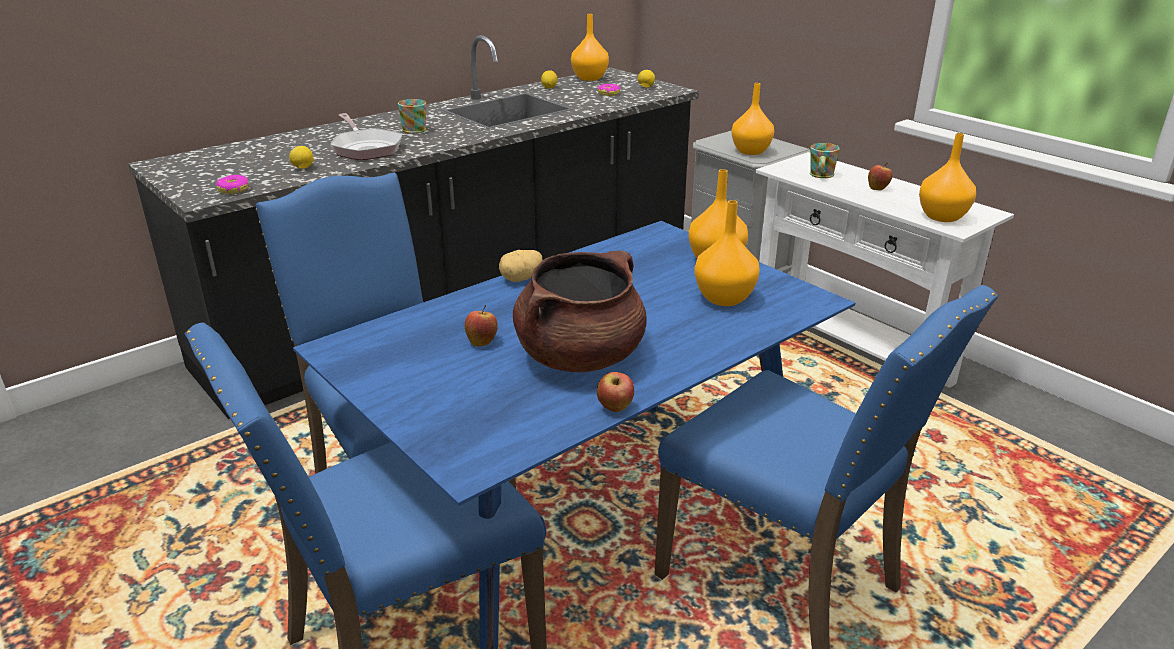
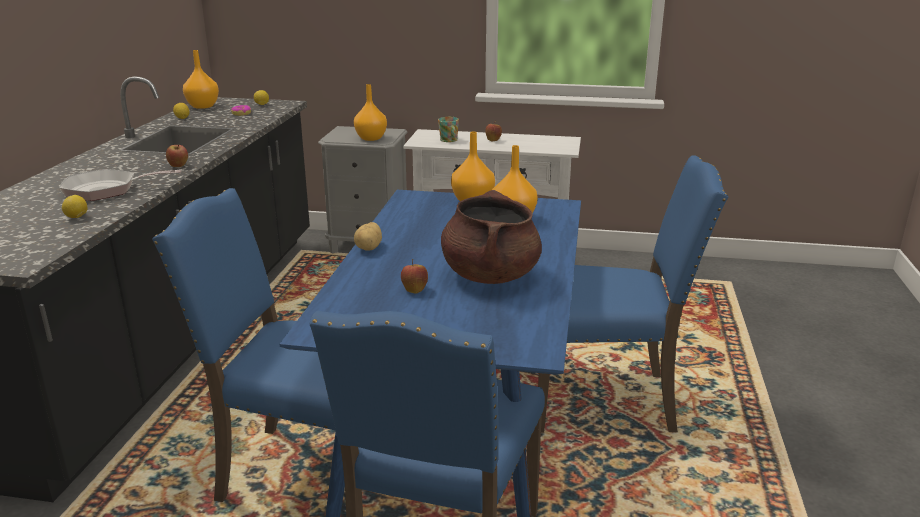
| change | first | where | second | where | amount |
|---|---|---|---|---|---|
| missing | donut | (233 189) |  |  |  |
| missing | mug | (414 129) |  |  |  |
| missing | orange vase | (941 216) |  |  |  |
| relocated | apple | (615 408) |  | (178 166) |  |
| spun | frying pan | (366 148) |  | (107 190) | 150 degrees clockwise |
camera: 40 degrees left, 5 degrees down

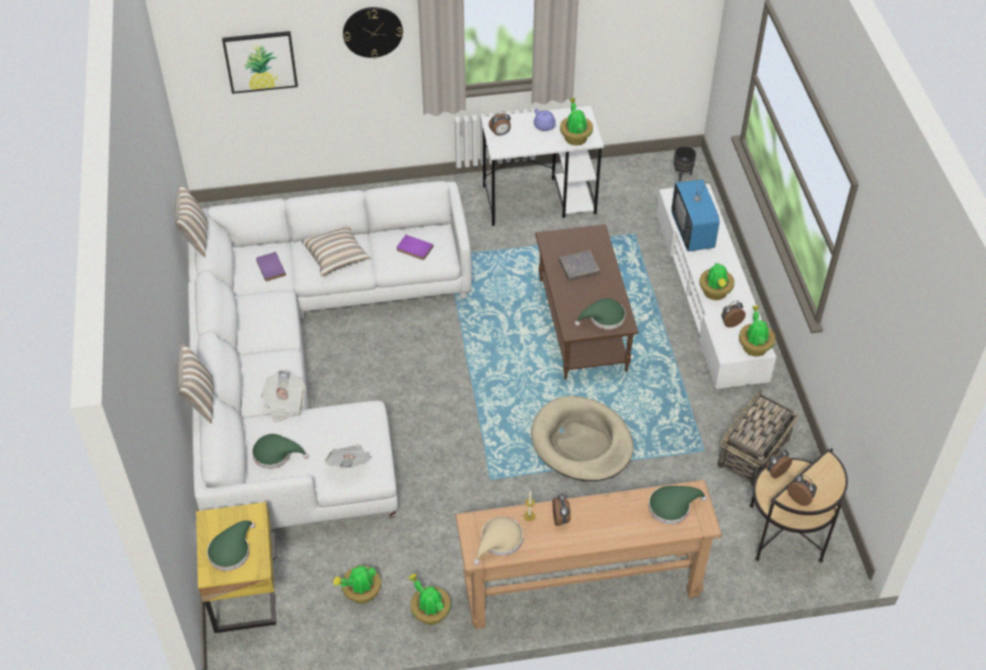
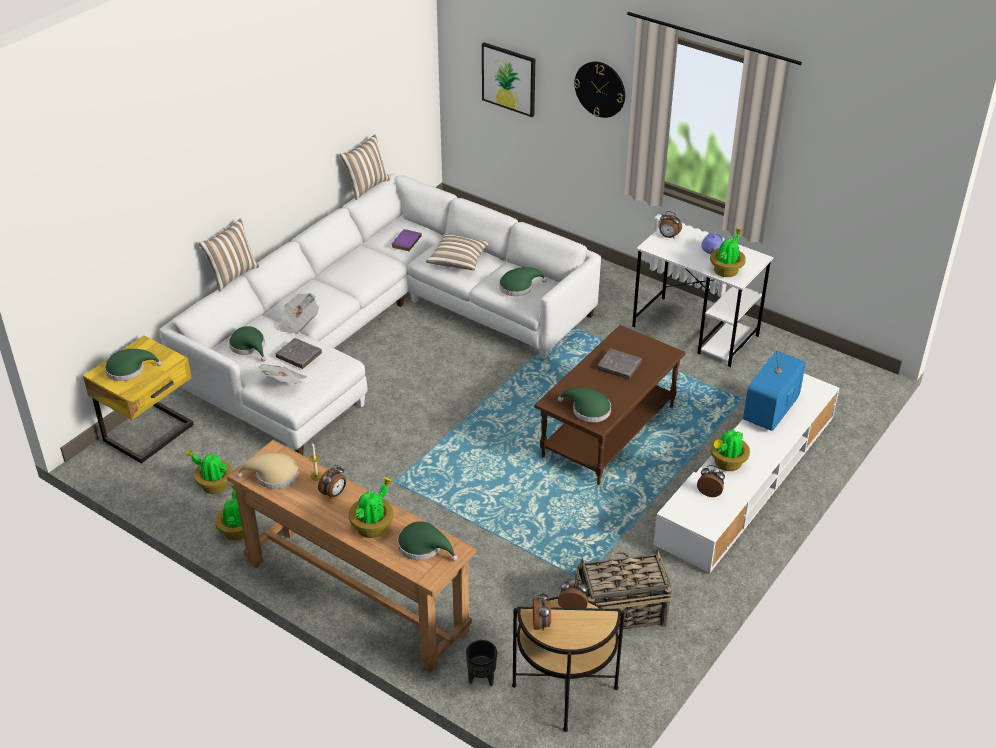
| change | first | where | second | where | amount |
|---|---|---|---|---|---|
| missing | beige dog bed | (581 442) |  |  |  |
| appeared |  |  | grey book | (299 355) |  |
| relocated | black planter | (682 175) |  | (482 679) |  |
| relocated | potted plant | (754 346) |  | (373 527) |  |
| exchanged | purple book | (414 249) | green hat | (518 287) |  |
camera: 45 degrees right, 10 degrees down

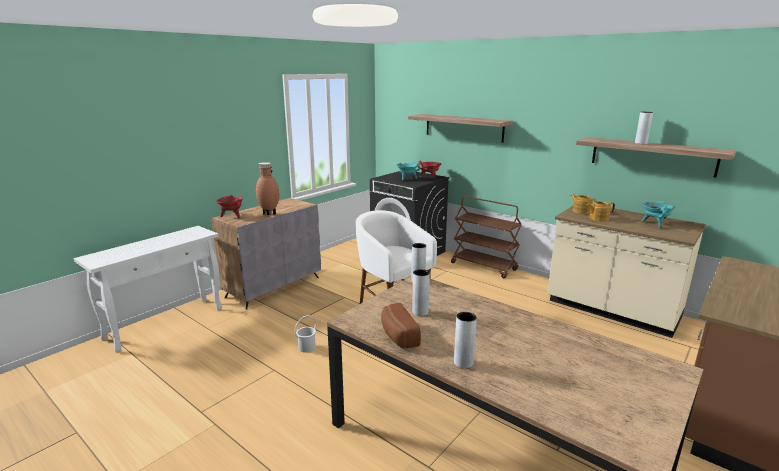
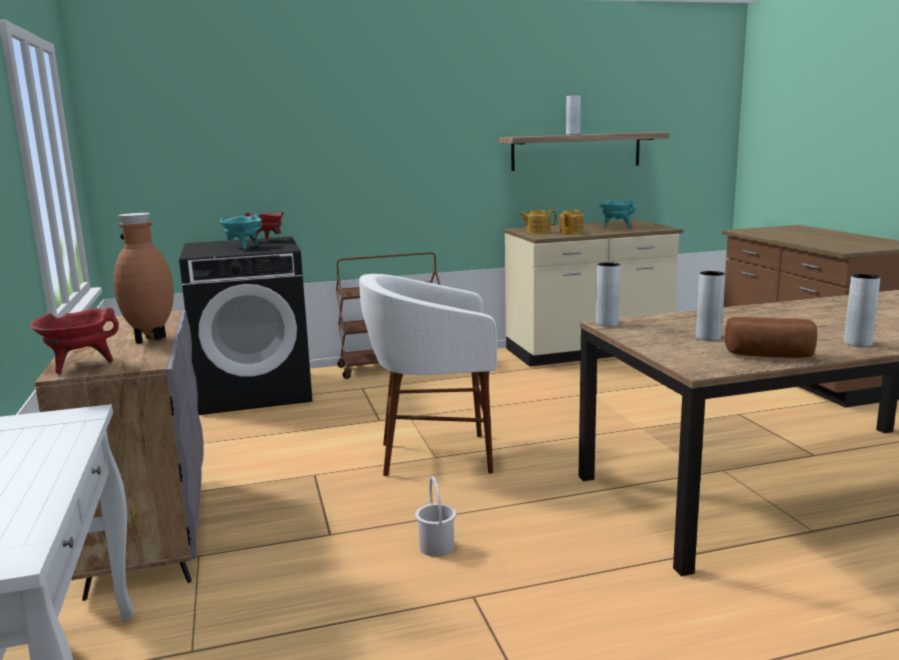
| change | first | where | second | where | amount |
|---|---|---|---|---|---|
| missing | shelf | (463 127) |  |  |  |
camera: 55 degrees left, 5 degrees down

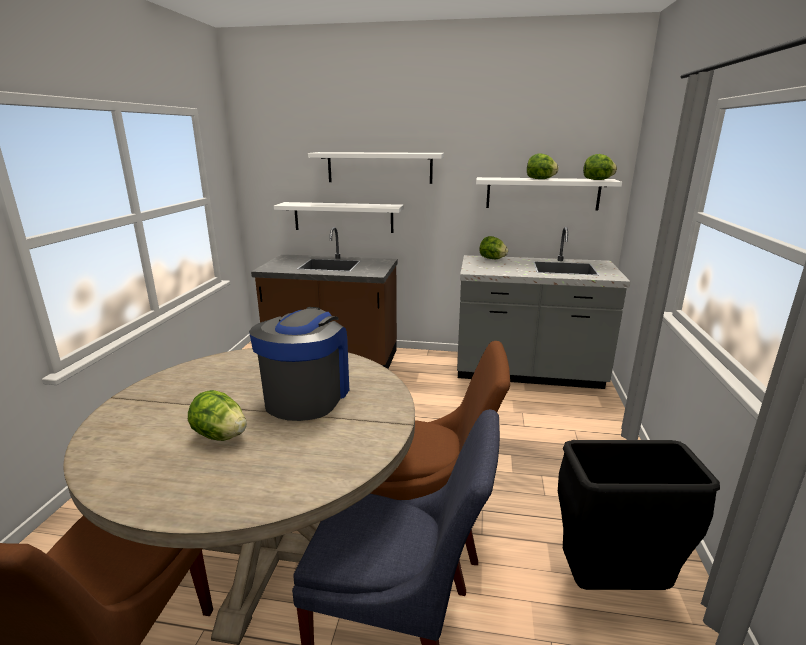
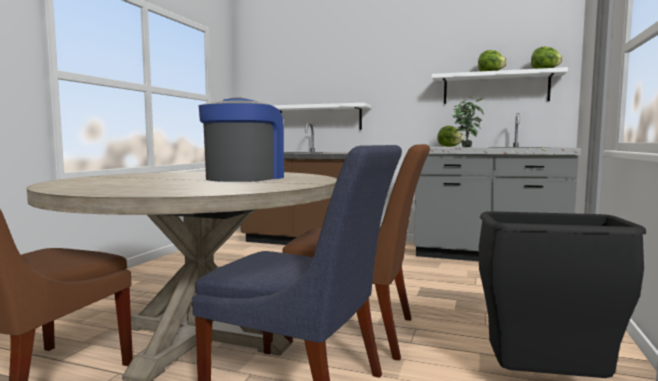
| change | first | where | second | where | amount |
|---|---|---|---|---|---|
| missing | lettuce | (220 436) |  |  |  |
| missing | white shelf | (379 167) |  |  |  |
| appeared |  |  | potted plant | (466 147) |  |
camera: 10 degrees right, 15 degrees down

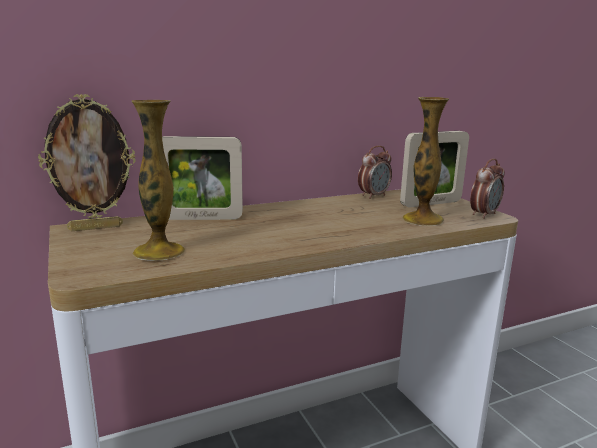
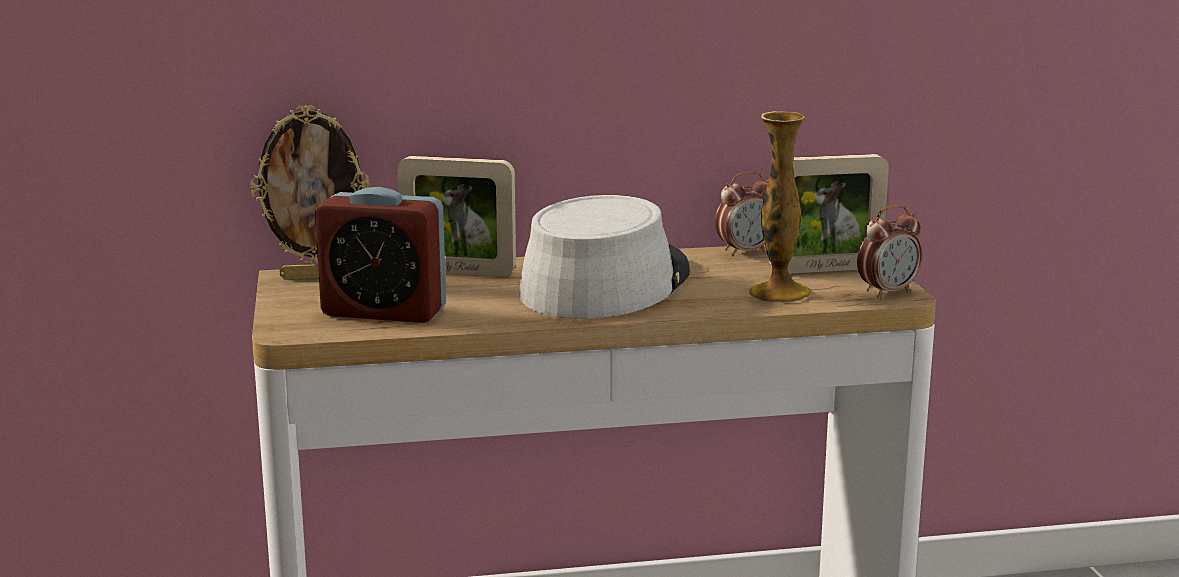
| change | first | where | second | where | amount |
|---|---|---|---|---|---|
| appeared |  |  | grey hat | (604 283) |  |
| exchanged | vase | (159 252) | alarm clock | (384 312) |  |
camera: 15 degrees right, 0 degrees up

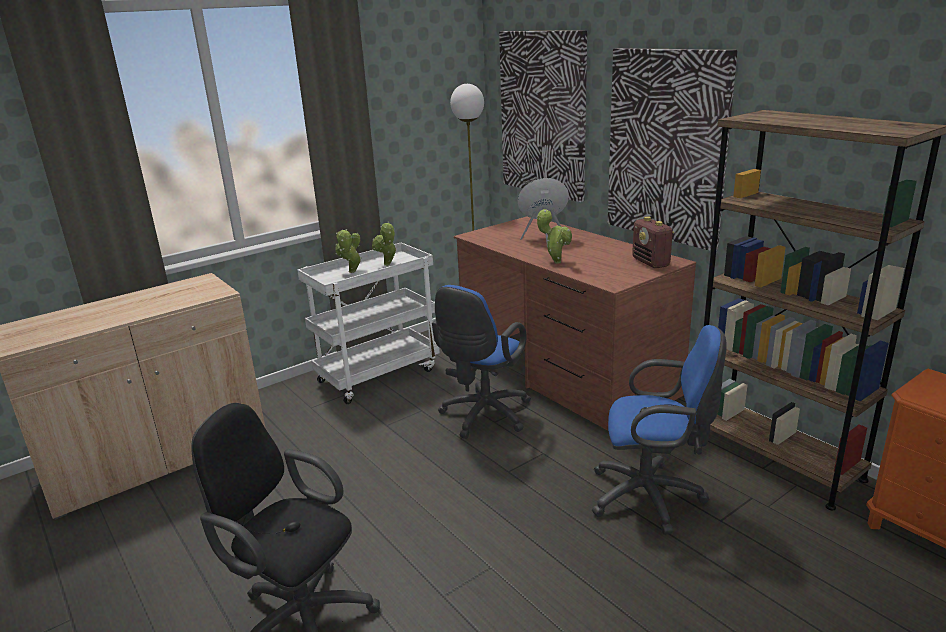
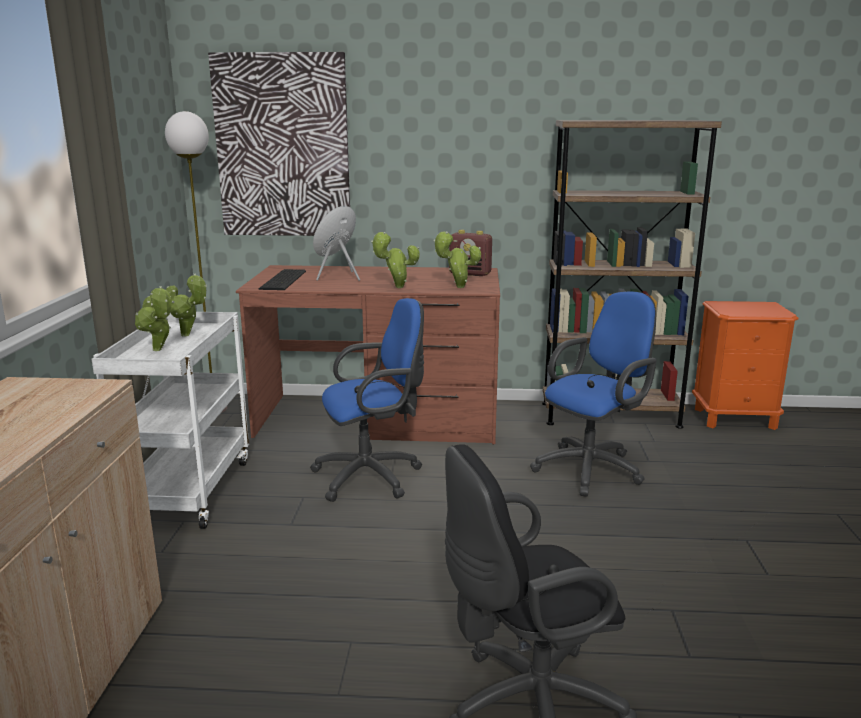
| change | first | where | second | where | amount |
|---|---|---|---|---|---|
| missing | picture | (666 147) |  |  |  |
| appeared |  |  | keyboard | (285 280) |  |
| appeared |  |  | potted plant | (457 287) |  |
| spun | blue office chair | (483 417) |  | (373 476) | 90 degrees counterclockwise |
camera: 50 degrees left, 5 degrees down

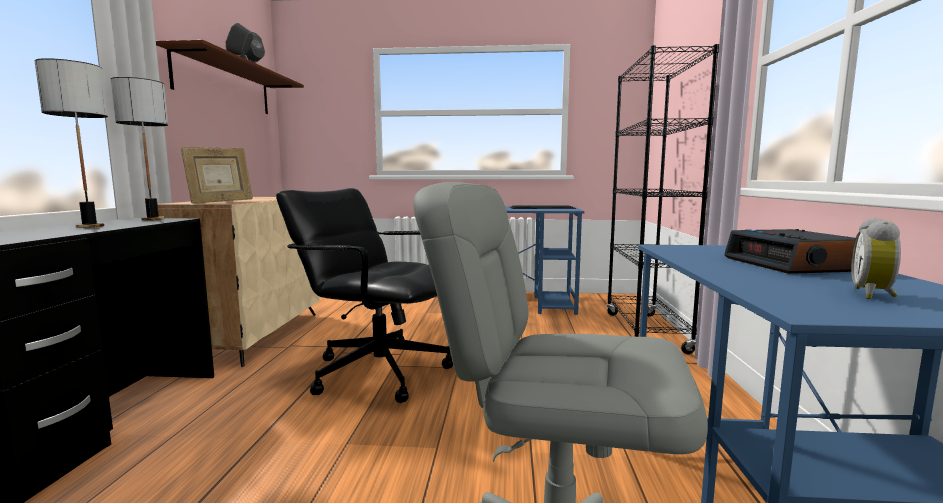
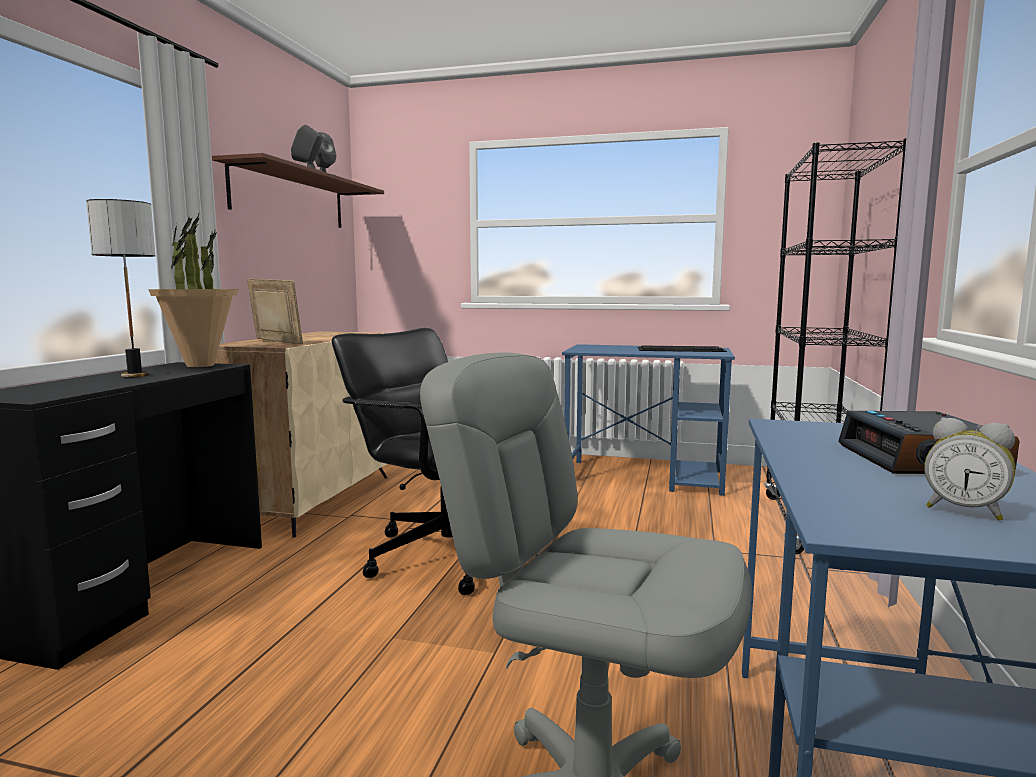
| change | first | where | second | where | amount |
|---|---|---|---|---|---|
| exchanged | table lamp | (152 219) | potted plant | (200 365) |  |
| spun | picture frame | (221 202) |  | (276 343) | 105 degrees counterclockwise |
| spun | alarm clock | (874 295) |  | (964 511) | 90 degrees counterclockwise |
camera: 10 degrees right, 0 degrees up

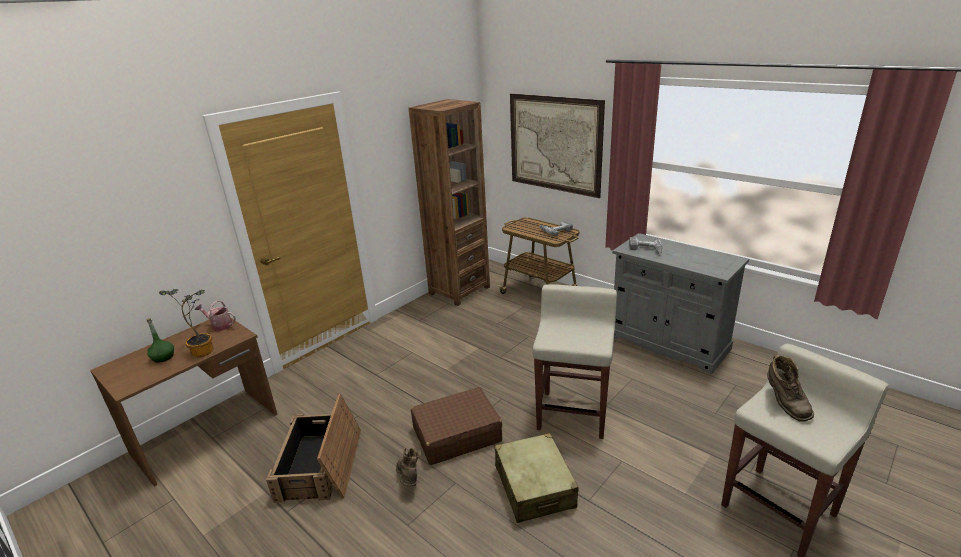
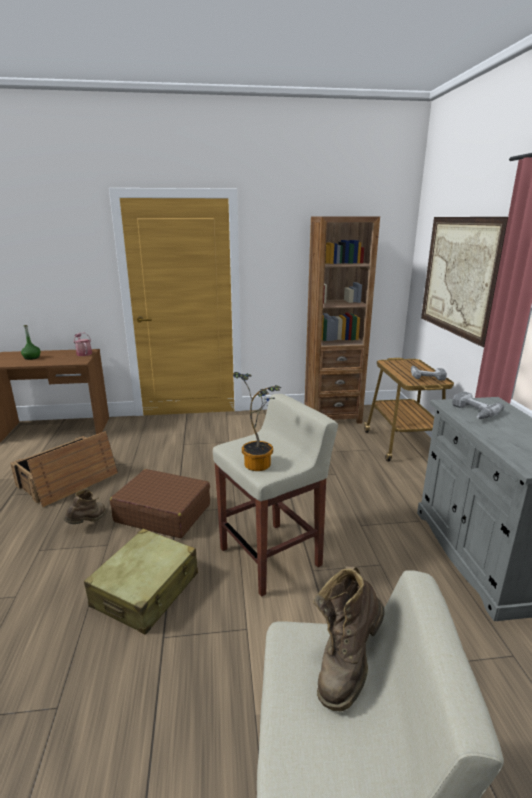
| change | first | where | second | where | amount |
|---|---|---|---|---|---|
| relocated | potted plant | (203 350) |  | (259 462) |  |
camera: 40 degrees right, 5 degrees down

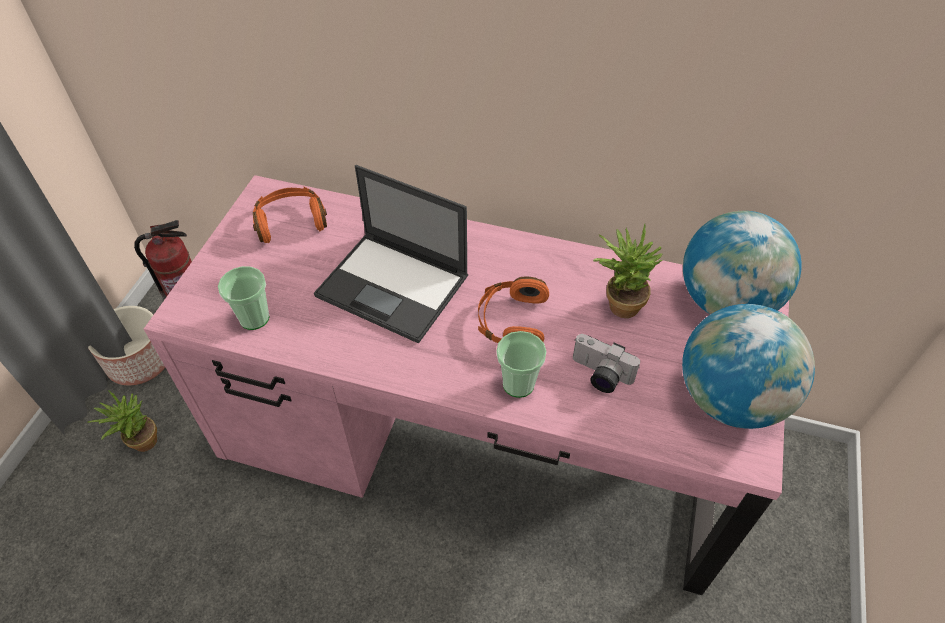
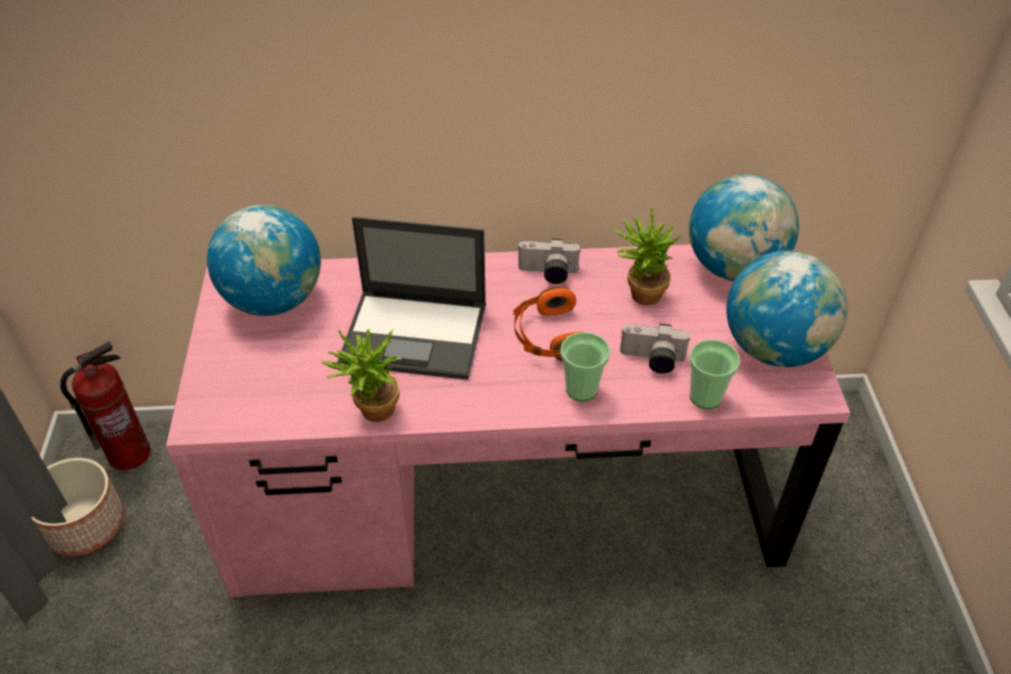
| change | first | where | second | where | amount |
|---|---|---|---|---|---|
| appeared |  |  | photo camera | (548 274) |  |
| relocated | potted plant | (140 443) |  | (371 413) |  |
| relocated | cup | (254 318) |  | (705 396) |  |
| exchanged | orange headphones | (291 222) | globe | (274 300) |  |
camera: 20 degrees left, 5 degrees down

